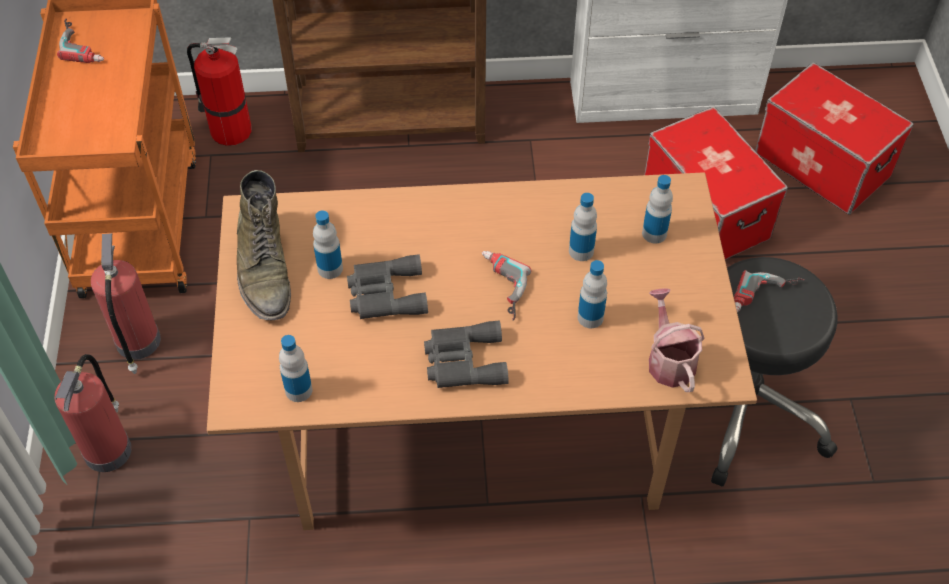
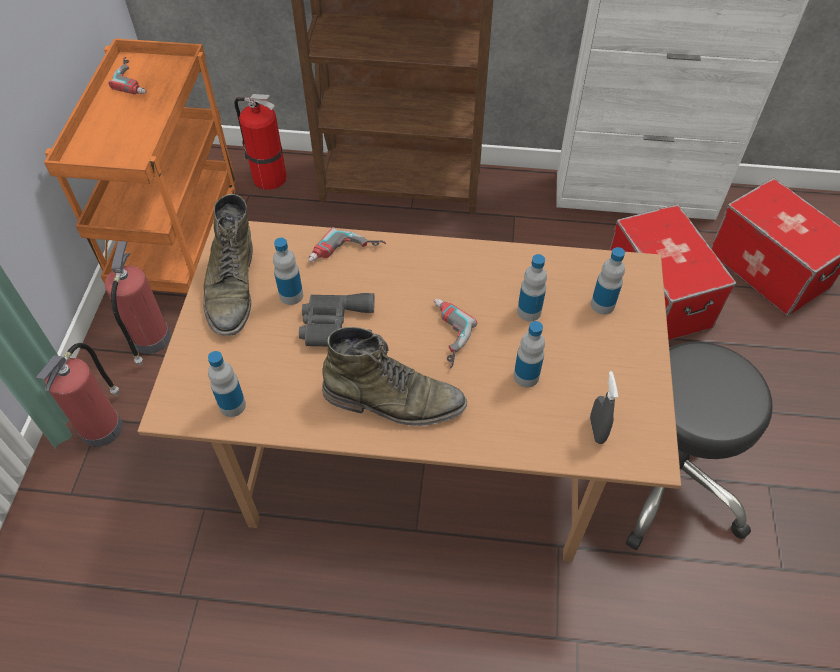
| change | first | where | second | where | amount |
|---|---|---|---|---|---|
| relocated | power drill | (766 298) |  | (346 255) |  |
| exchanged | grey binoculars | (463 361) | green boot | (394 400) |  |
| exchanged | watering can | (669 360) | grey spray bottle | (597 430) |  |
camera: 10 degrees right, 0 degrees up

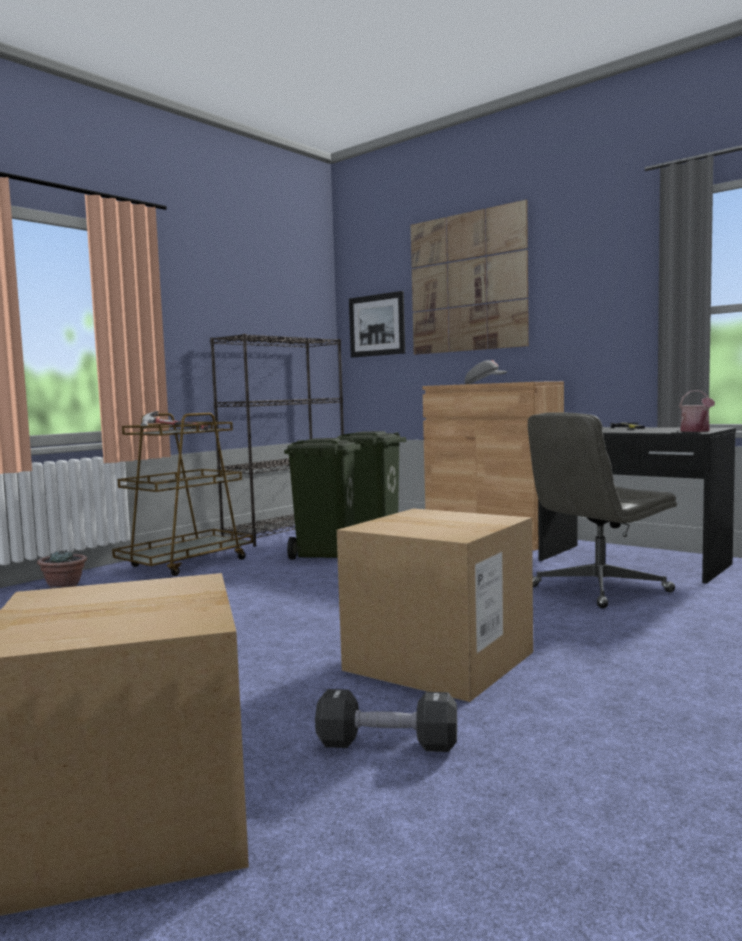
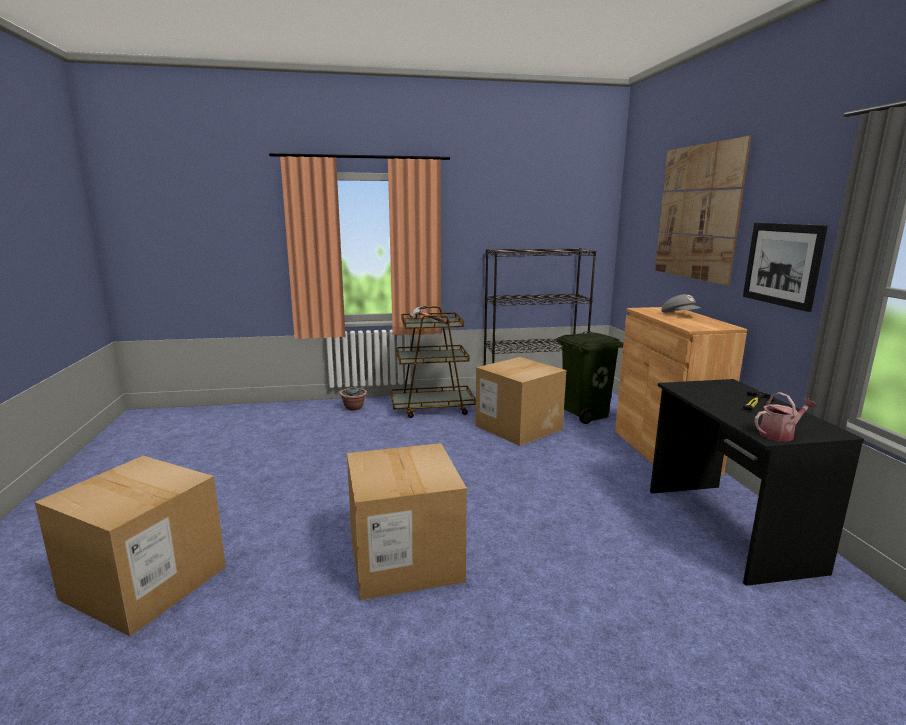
| change | first | where | second | where | amount |
|---|---|---|---|---|---|
| missing | black dumbbell | (387 744) |  |  |  |
| missing | grey office chair | (598 589) |  |  |  |
| relocated | picture | (377 325) |  | (782 264) |  |
| exchanged | green trash can | (327 554) | cardboard box | (518 427) |  |
| spun | watering can | (696 431) |  | (780 434) | 150 degrees counterclockwise |
camera: 40 degrees right, 10 degrees up

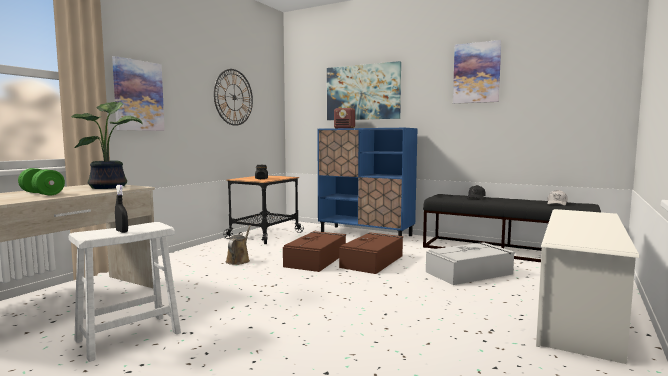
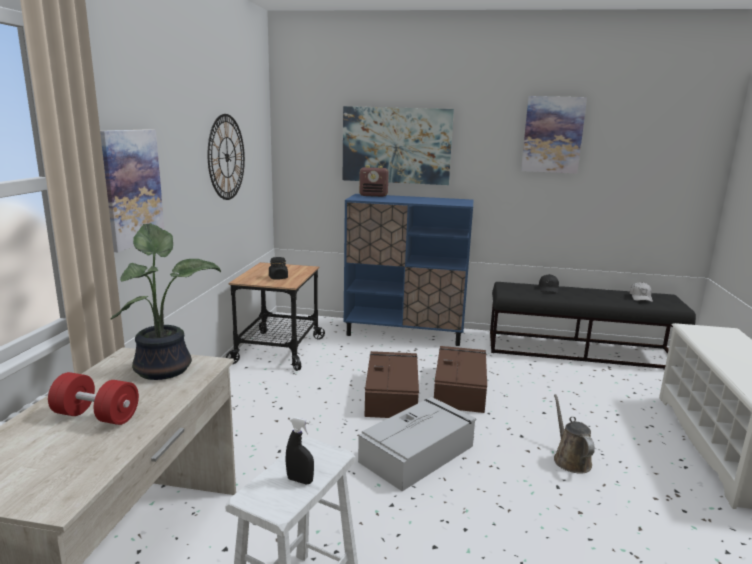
| change | first | where | second | where | amount |
|---|---|---|---|---|---|
| relocated | brown watering can | (238 260) |  | (570 459) |  |
| relocated | grey storage box | (470 273) |  | (418 453) |  |
| colour | green dumbbell | (42 193) | red dumbbell | (96 416) |  |
camera: 20 degrees left, 10 degrees up

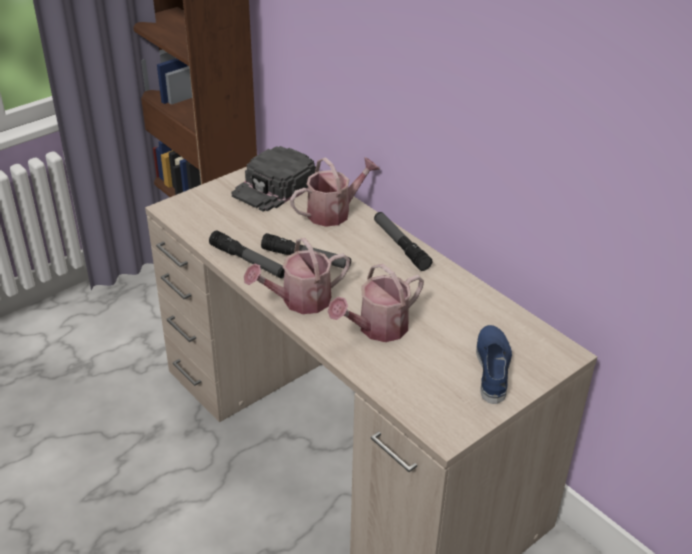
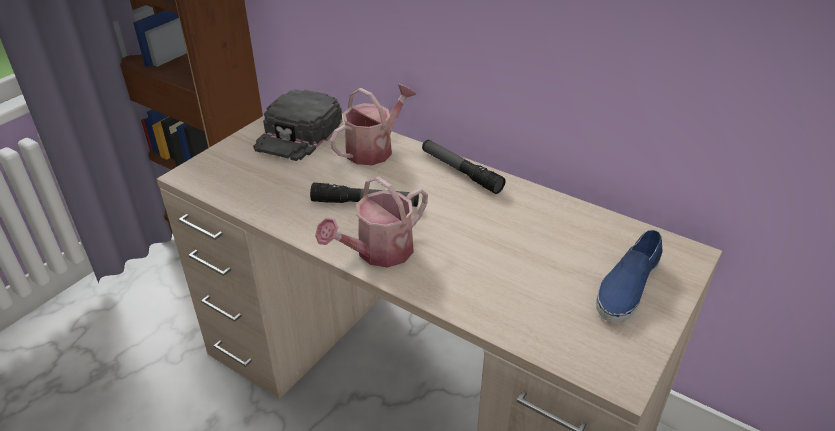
| change | first | where | second | where | amount |
|---|---|---|---|---|---|
| missing | flashlight | (248 261) |  |  |  |
| missing | watering can | (377 329) |  |  |  |
| spun | blue shoe | (493 368) |  | (627 286) | 135 degrees counterclockwise |
camera: 15 degrees left, 0 degrees up

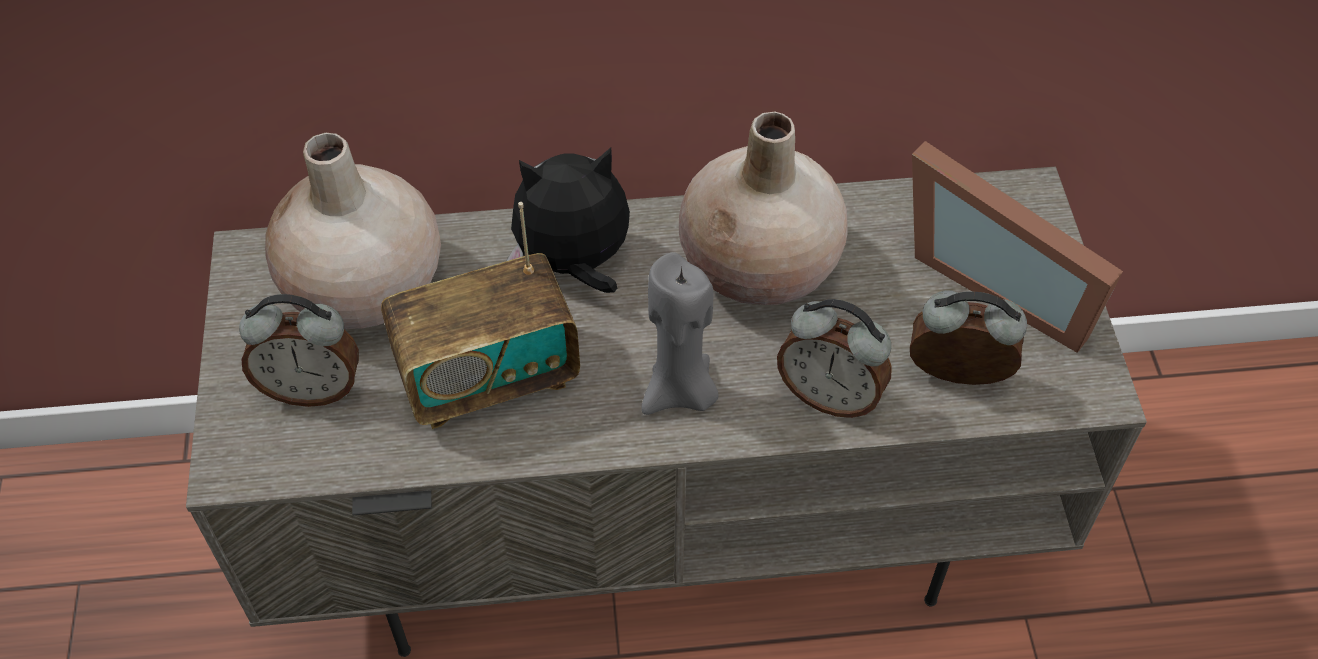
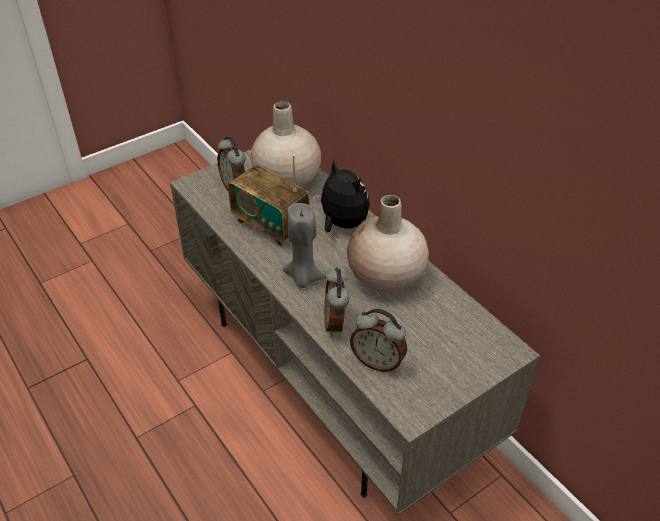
| change | first | where | second | where | amount |
|---|---|---|---|---|---|
| missing | picture frame | (1001 279) |  |  |  |
| spun | alarm clock | (956 378) |  | (377 361) | 135 degrees clockwise |
camera: 60 degrees right, 10 degrees down

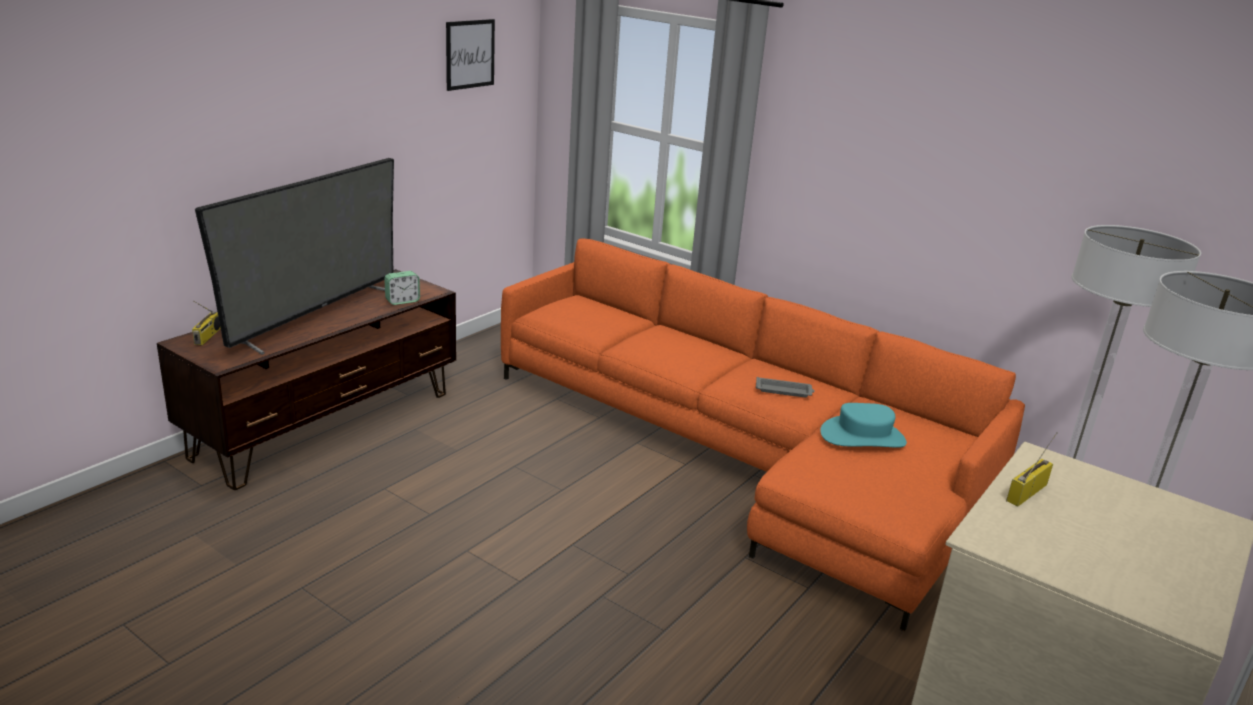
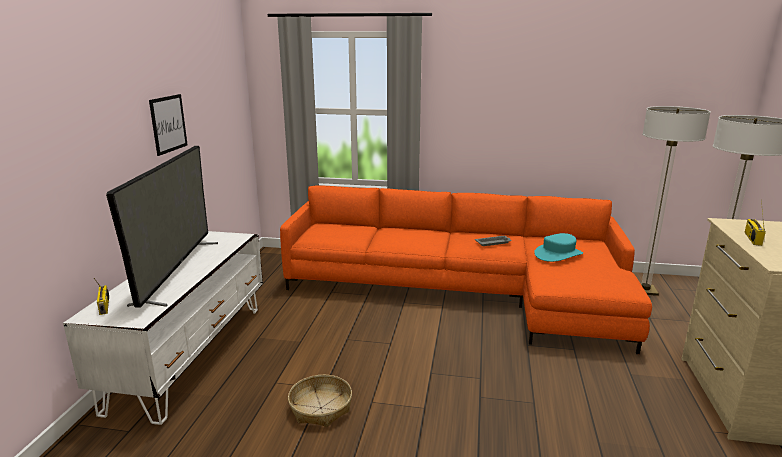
| change | first | where | second | where | amount |
|---|---|---|---|---|---|
| missing | alarm clock | (402 301) |  |  |  |
| appeared |  |  | basket | (320 408) |  |
| relocated | picture | (470 54) |  | (168 124) |  |
| colour | brown tv stand | (327 424) | white tv stand | (191 354) |  |
camera: 25 degrees left, 5 degrees down

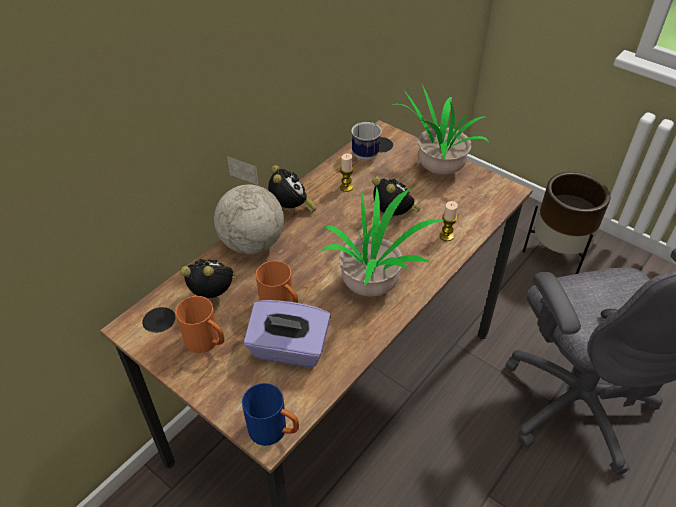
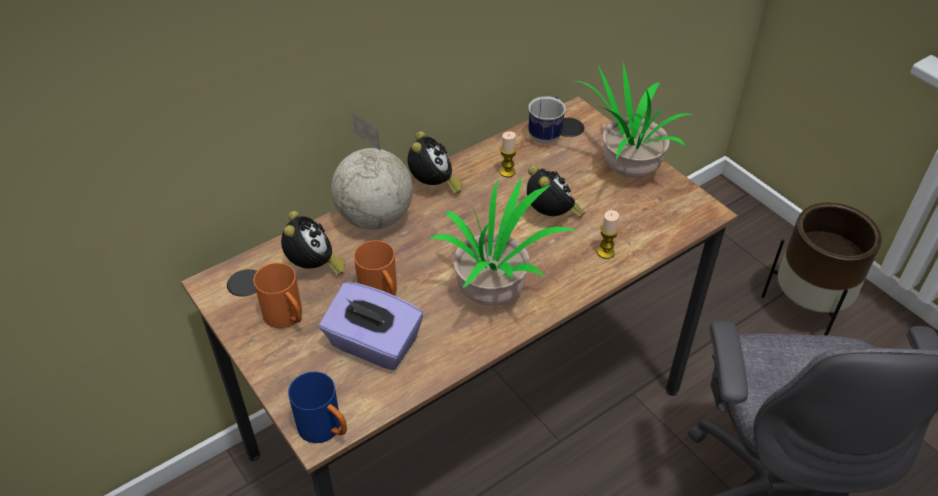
| change | first | where | second | where | amount |
|---|---|---|---|---|---|
| spun | alarm clock | (215 295) |  | (314 267) | 60 degrees clockwise |
camera: 15 degrees right, 0 degrees up

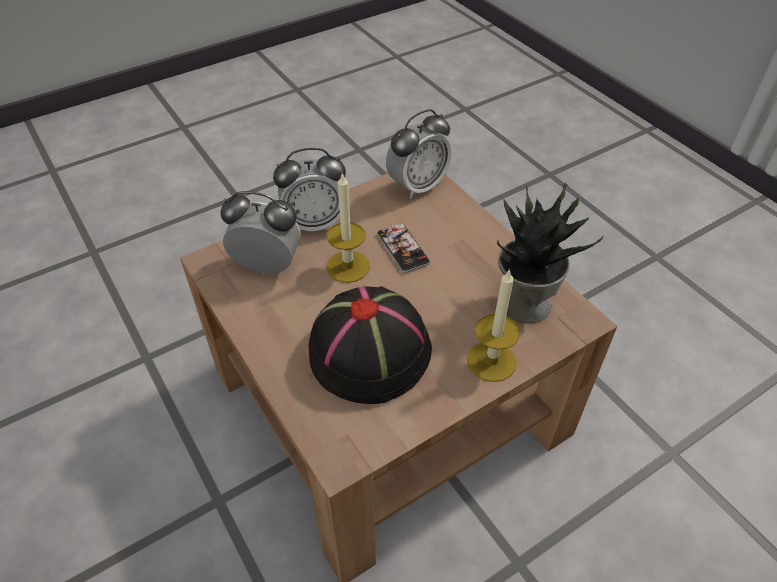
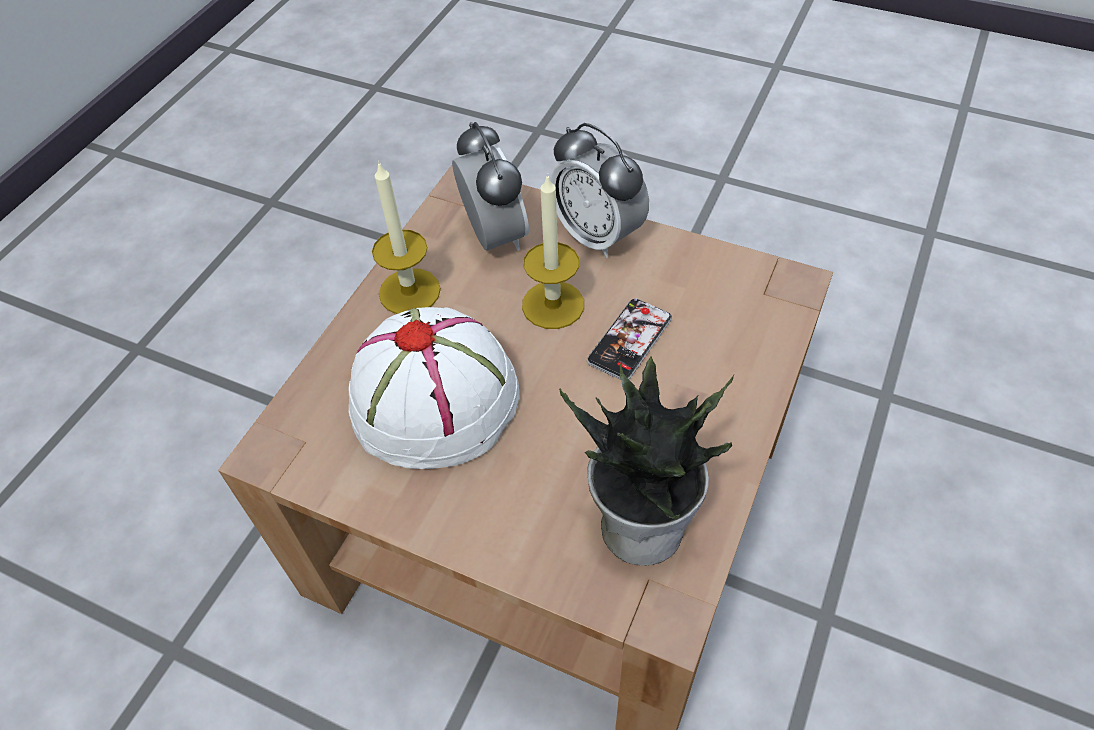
| change | first | where | second | where | amount |
|---|---|---|---|---|---|
| missing | alarm clock | (417 186) |  |  |  |
| relocated | candle | (491 361) |  | (409 291) |  |
| colour | black hat | (370 351) | white hat | (436 398) |  |
camera: 60 degrees right, 5 degrees up

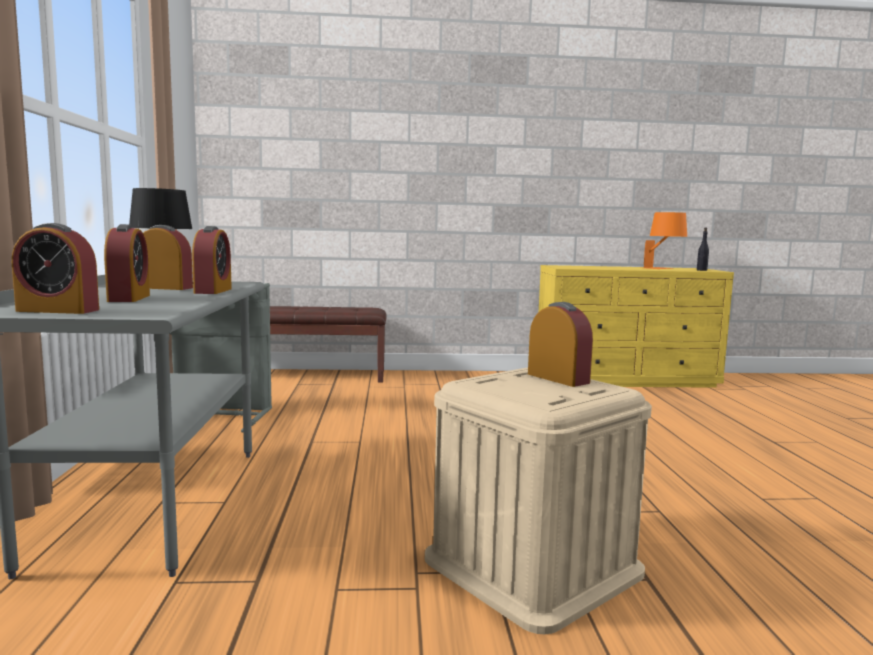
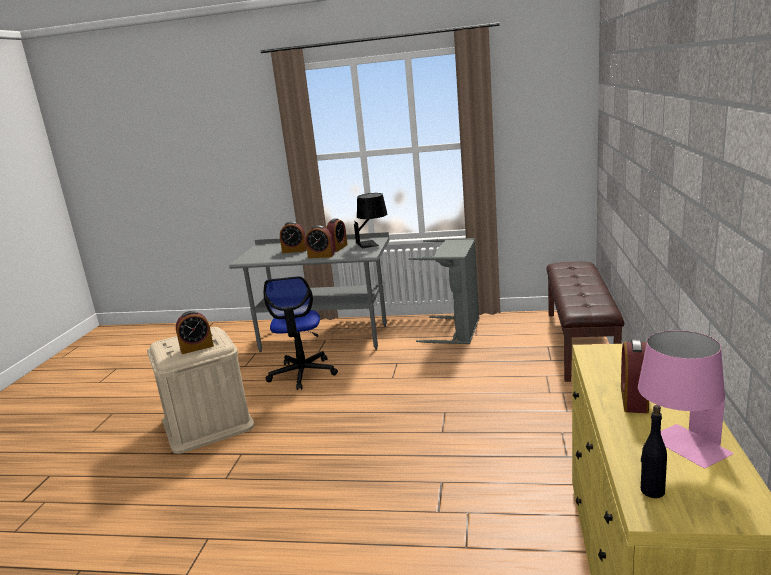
| change | first | where | second | where | amount |
|---|---|---|---|---|---|
| appeared |  |  | office chair | (303 373) |  |
| relocated | alarm clock | (58 310) |  | (634 399) |  |
| colour | orange table lamp | (663 268) | pink table lamp | (680 450) |  |
camera: 105 degrees right, 10 degrees up

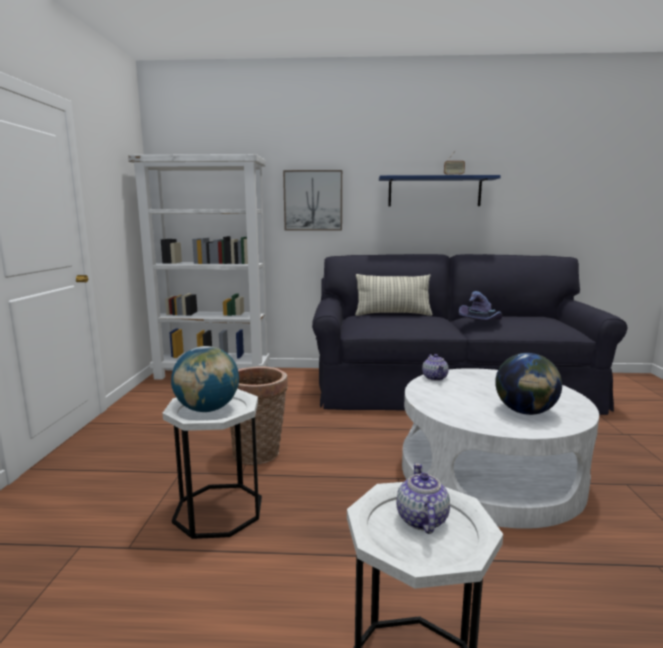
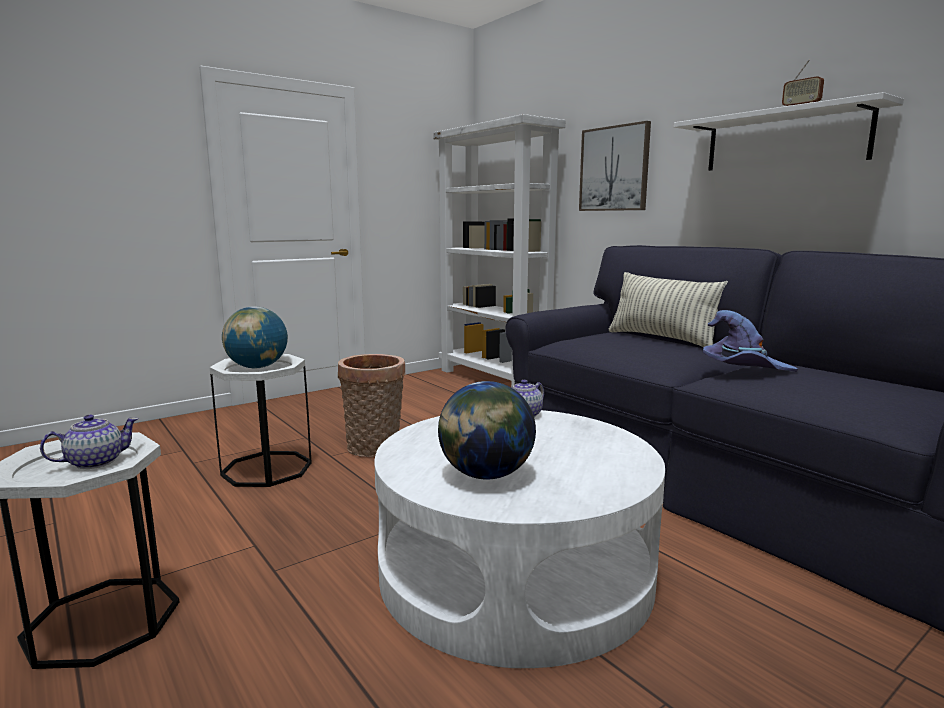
| change | first | where | second | where | amount |
|---|---|---|---|---|---|
| colour | blue shelf | (434 192) | white shelf | (784 140) |  |
camera: 50 degrees right, 0 degrees up

